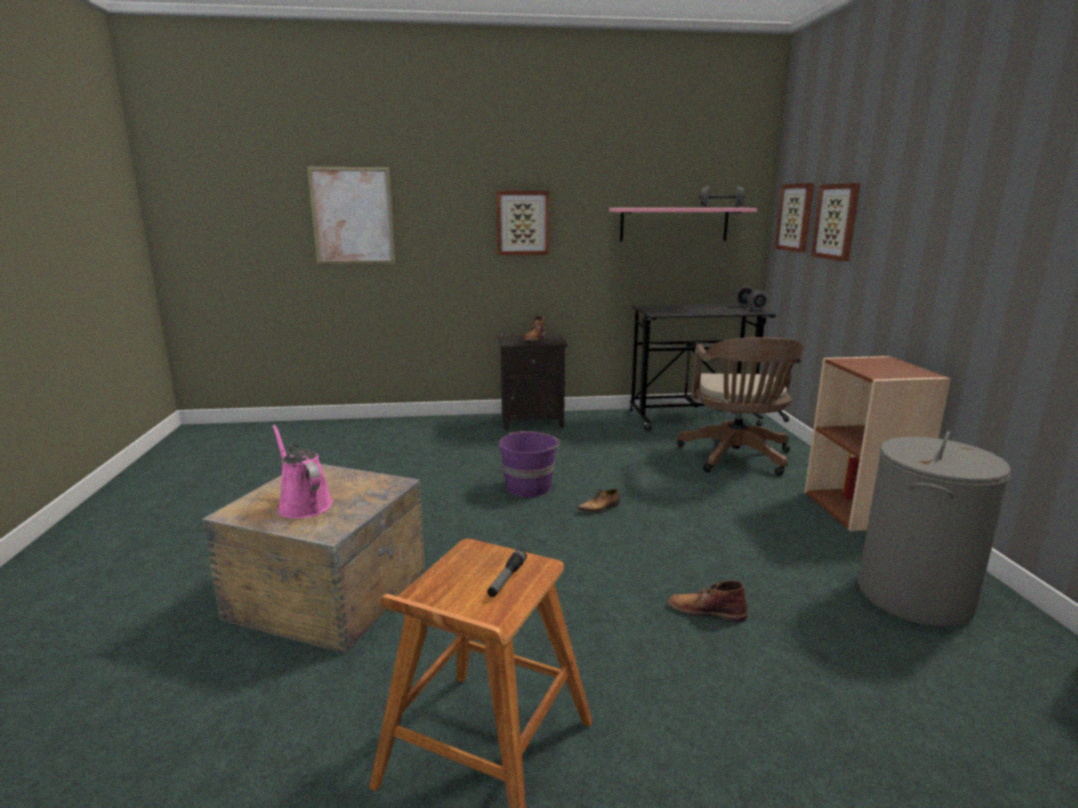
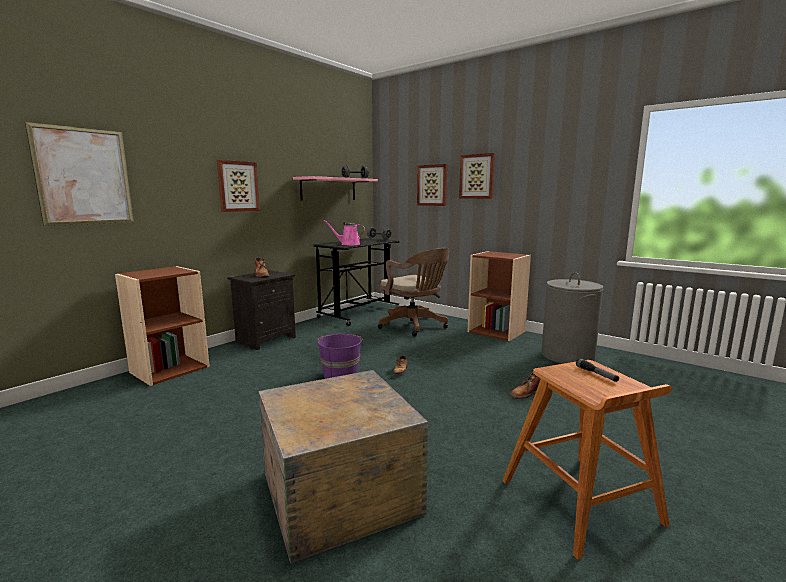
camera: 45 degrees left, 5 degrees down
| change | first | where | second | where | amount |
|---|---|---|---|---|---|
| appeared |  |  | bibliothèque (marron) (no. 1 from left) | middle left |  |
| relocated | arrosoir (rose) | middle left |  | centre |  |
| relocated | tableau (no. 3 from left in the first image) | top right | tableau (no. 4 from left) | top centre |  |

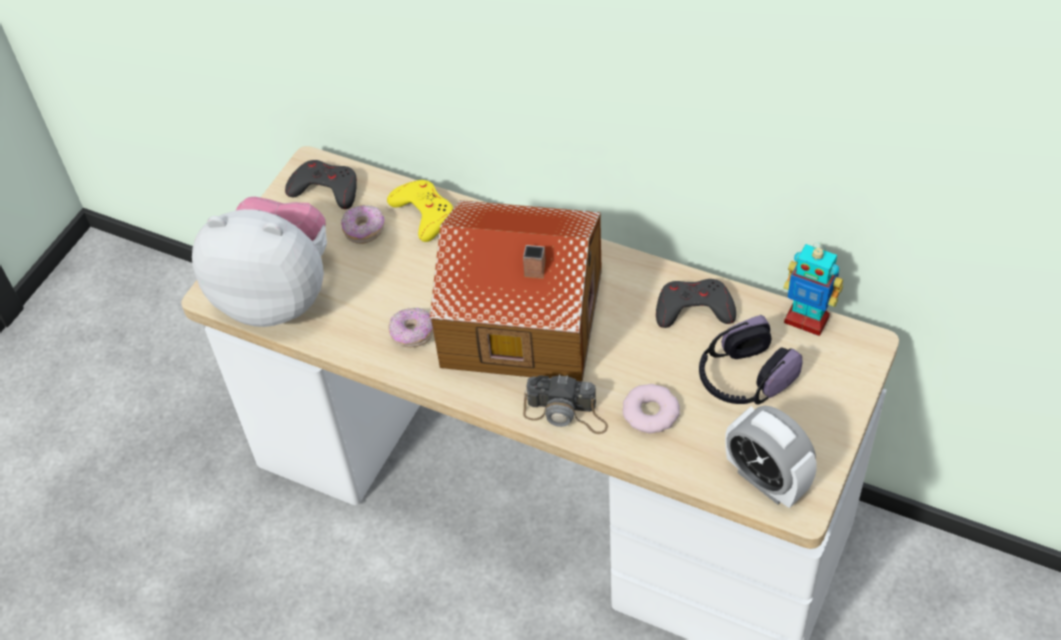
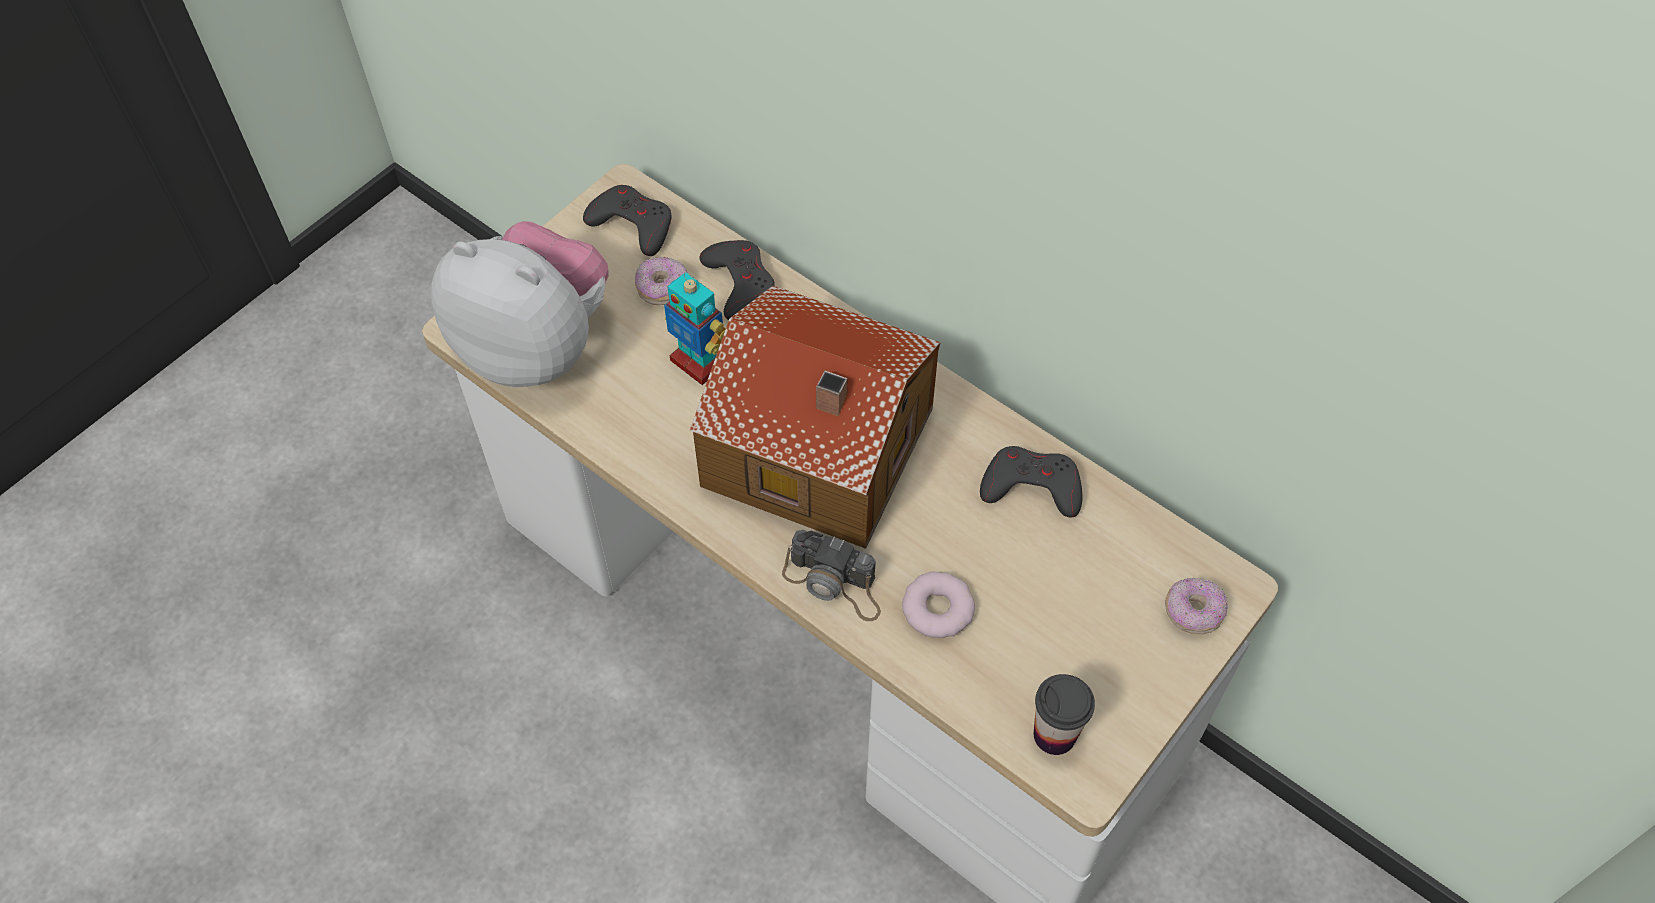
camera: 10 degrees right, 5 degrees up
| change | first | where | second | where | amount |
|---|---|---|---|---|---|
| relocated | robot jouet | middle right |  | centre |  |
| colour | manette (jaune) | top centre | manette (gris) (no. 2 from left) | top centre |  |
| exchanged | réveil | bottom right | tasse | bottom centre |  |
| relocated | beignet (no. 2 from left in the first image) | centre | beignet (no. 3 from left) | bottom right |  |
| missing | casque audio | middle right |  |  |  |

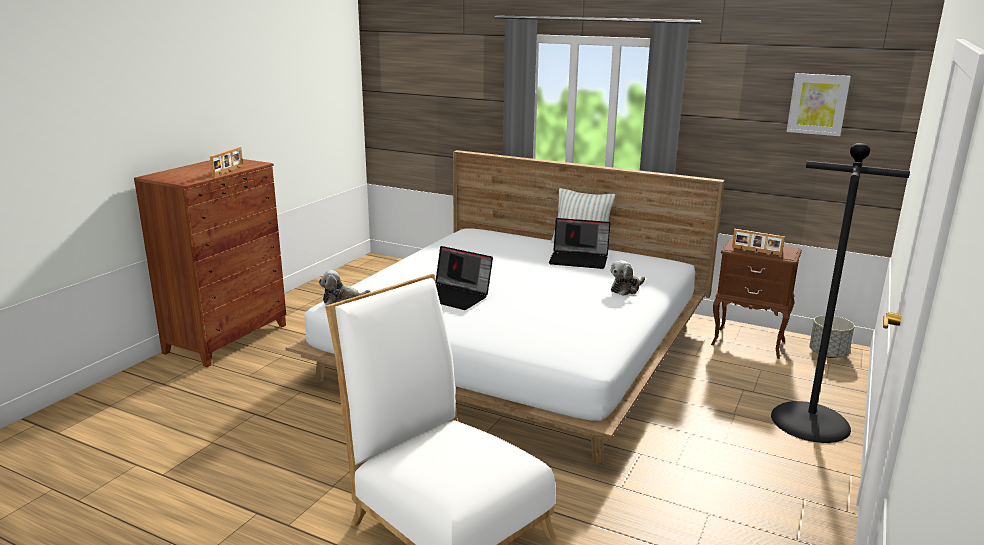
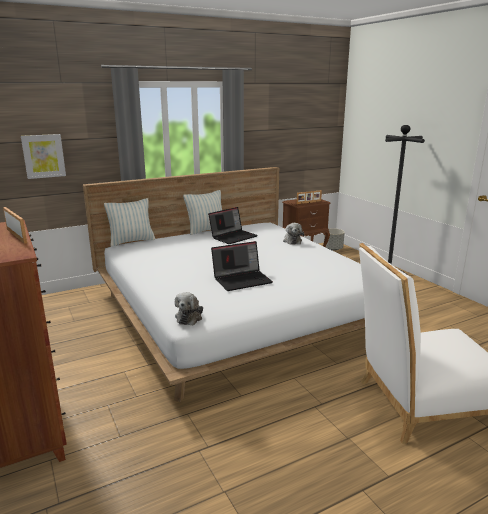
camera: 55 degrees left, 0 degrees up
| change | first | where | second | where | amount |
|---|---|---|---|---|---|
| relocated | tableau | top right |  | top left |  |
| appeared |  |  | coussin (no. 1 from left) | middle left |  |

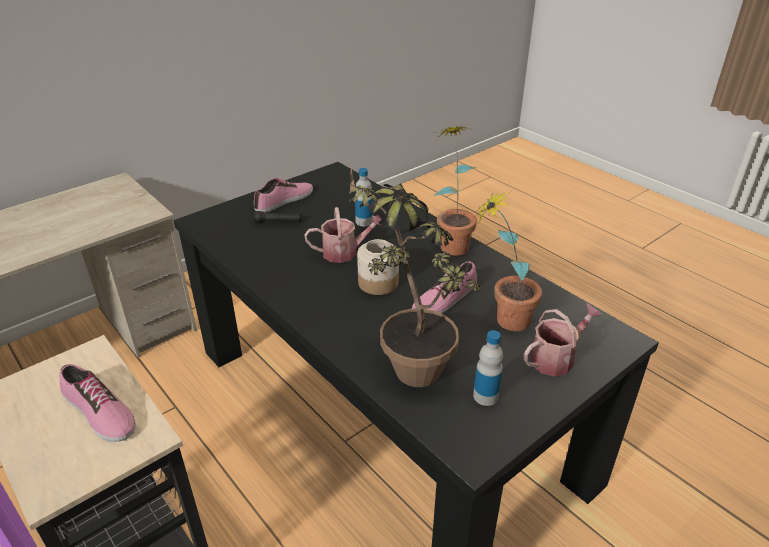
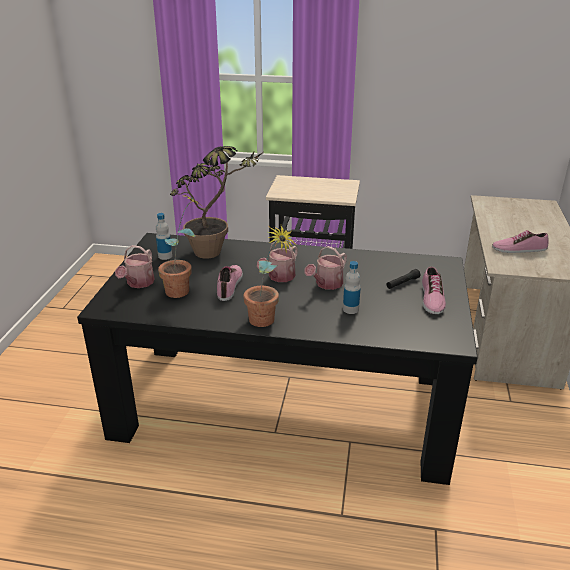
camera: 140 degrees right, 5 degrees down
| change | first | where | second | where | amount |
|---|---|---|---|---|---|
| exchanged | bocal | centre | arrosoir (no. 2 from left) | centre |  |
| relocated | chaussure (no. 1 from left in the first image) | bottom left | chaussure (no. 3 from left) | middle right |  |

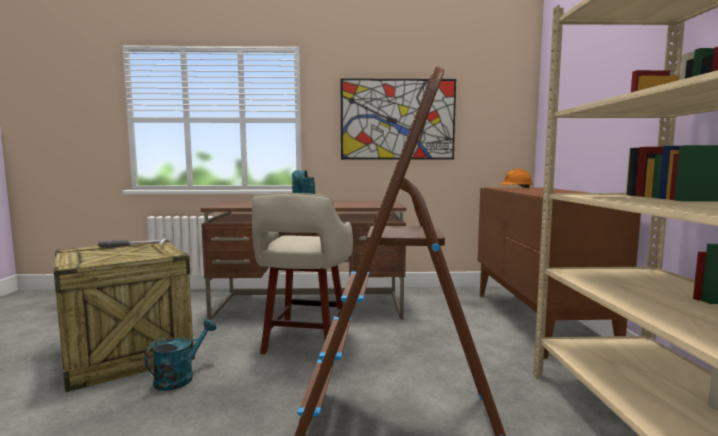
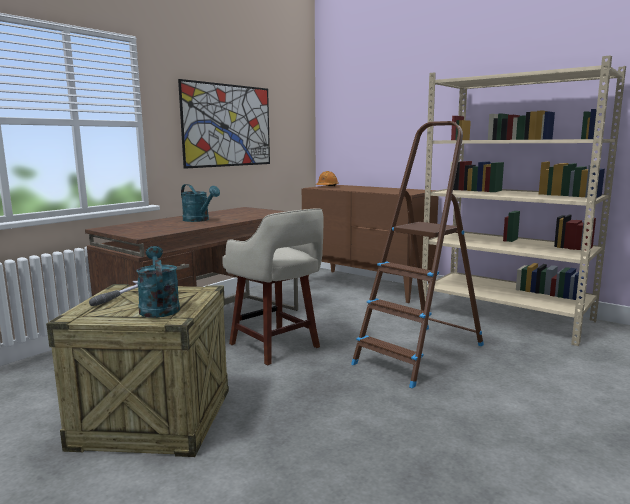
camera: 50 degrees left, 5 degrees up
| change | first | where | second | where | amount |
|---|---|---|---|---|---|
| relocated | arrosoir (turquoise) (no. 1 from left) | bottom left |  | middle left |  |

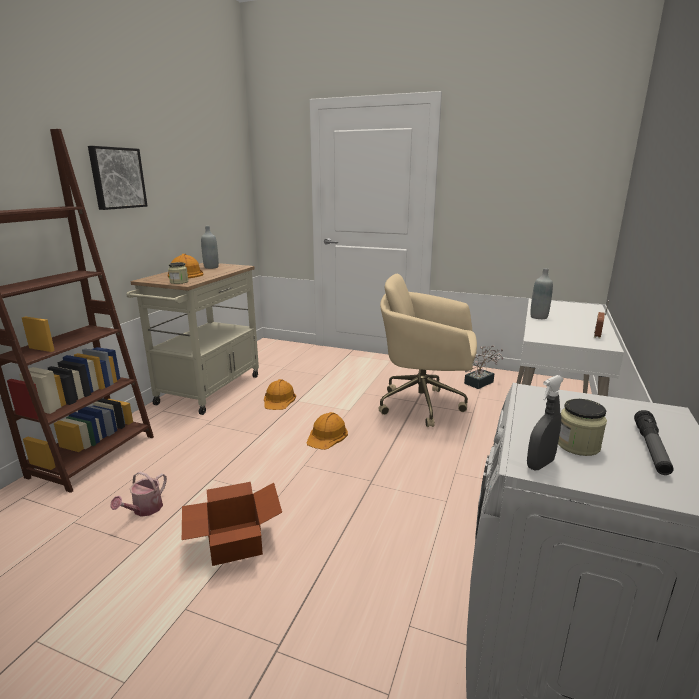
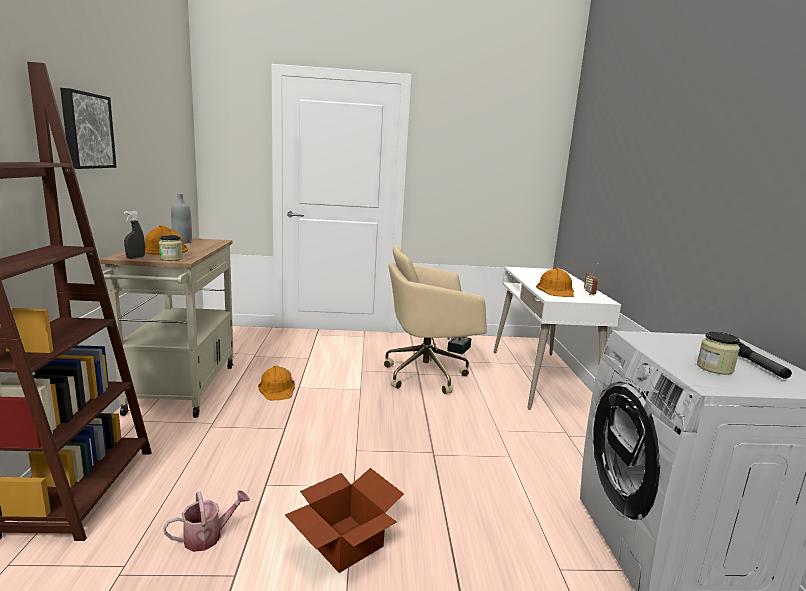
camera: 25 degrees left, 5 degrees down
| change | first | where | second | where | amount |
|---|---|---|---|---|---|
| relocated | vaporisateur (gris) | middle right |  | middle left |  |
| spun | arrosoir | bottom left |  | bottom left | 120 degrees counterclockwise |
| relocated | casque de chantier (orange) (no. 3 from left) | centre |  | middle right |  |
| missing | bouteille (gris) (no. 2 from left) | middle right |  |  |  |

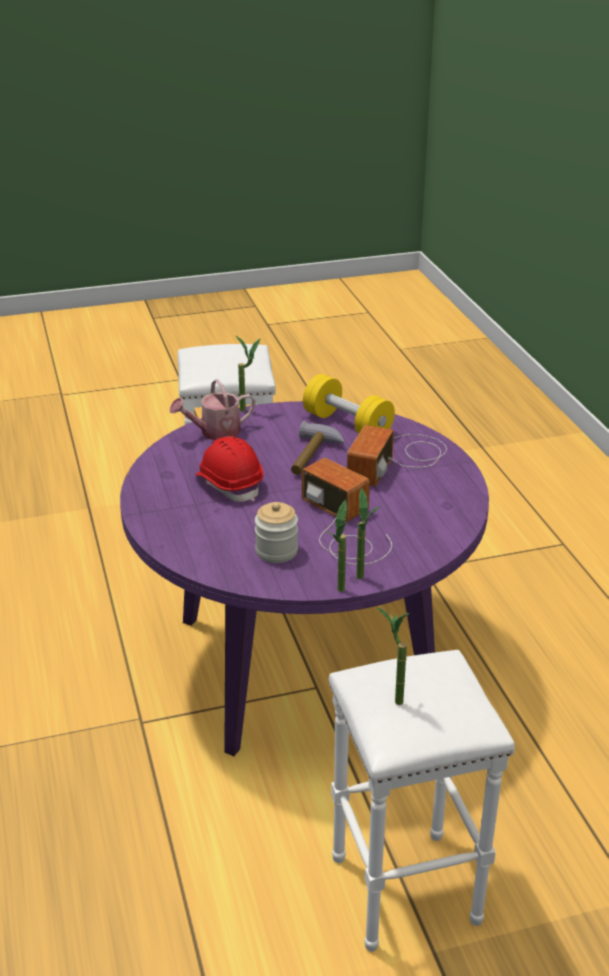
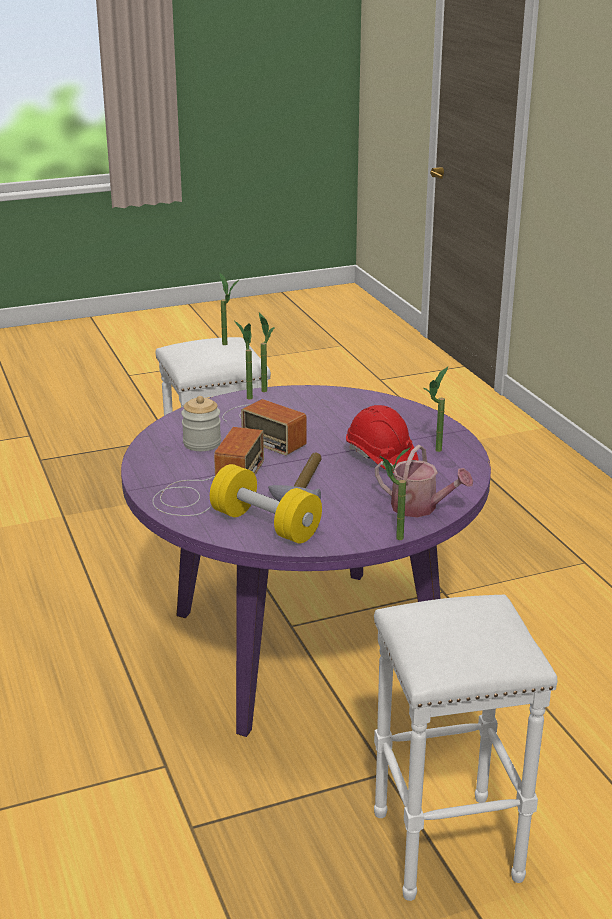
camera: 175 degrees right, 5 degrees down
| change | first | where | second | where | amount |
|---|---|---|---|---|---|
| relocated | bocal | centre |  | middle left |  |
| spun | arrosoir | centre |  | middle right | 60 degrees clockwise |
| appeared |  |  | plante en pot (no. 5 from left) | middle right |  |

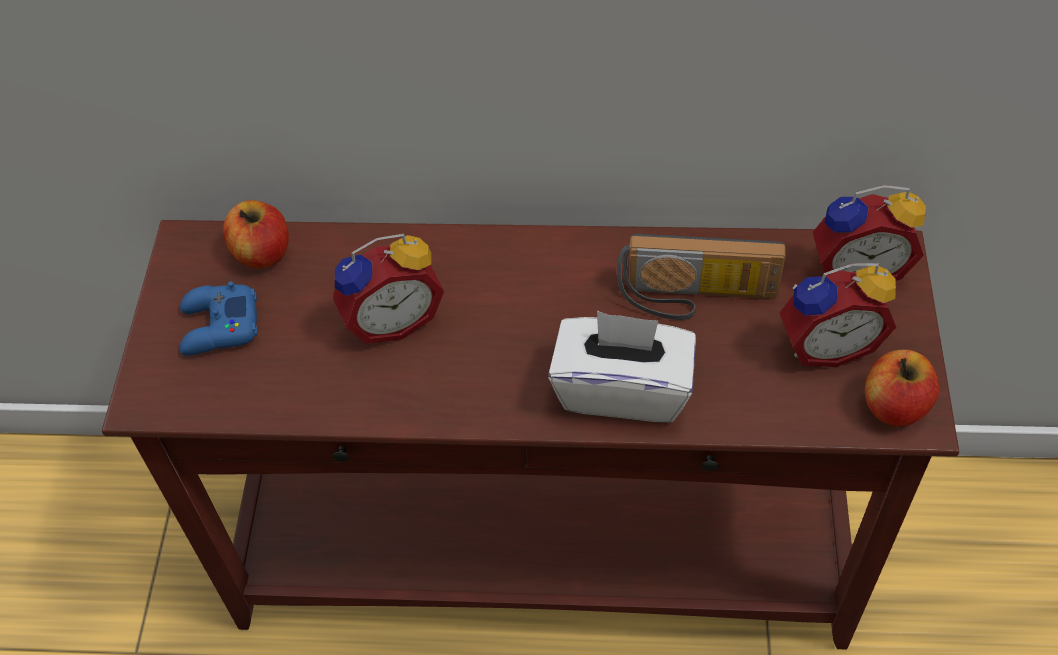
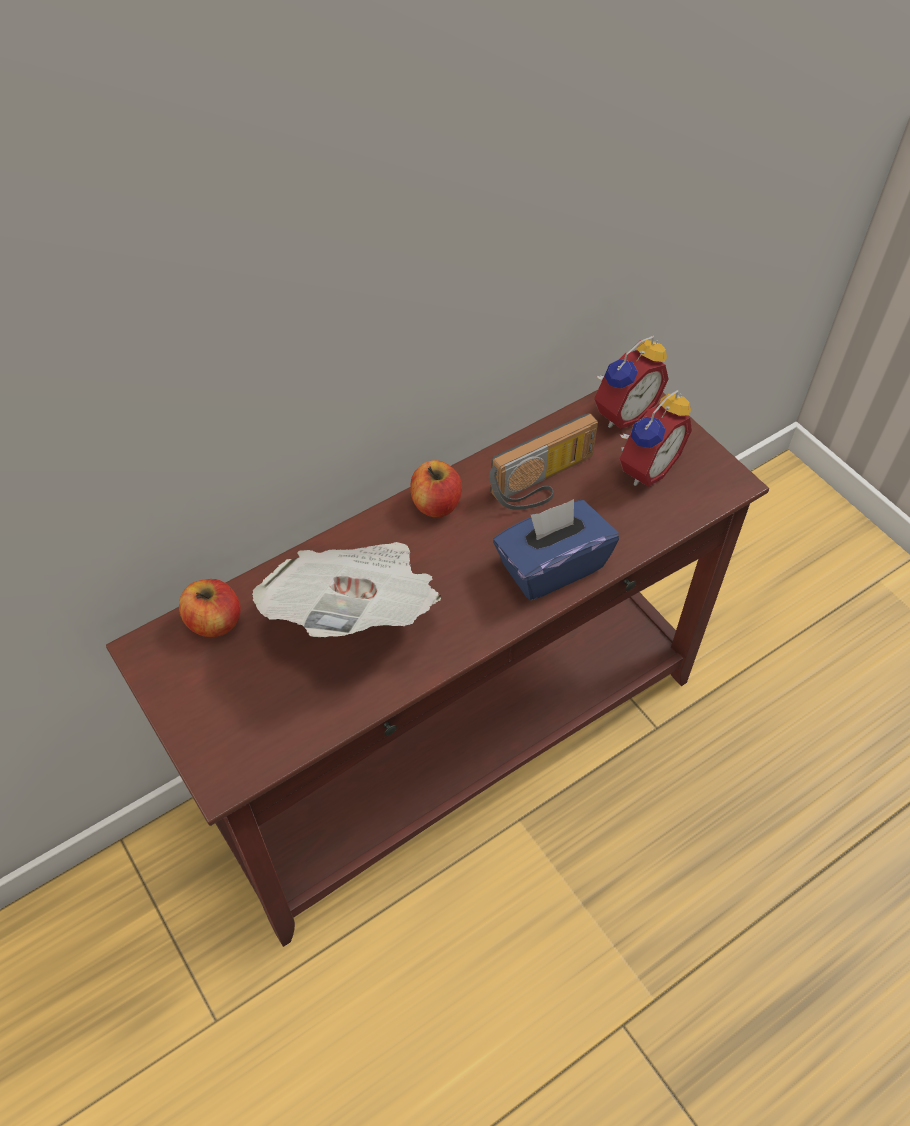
camera: 40 degrees left, 0 degrees up
| change | first | where | second | where | amount |
|---|---|---|---|---|---|
| exchanged | réveil (no. 1 from left) | centre | journal | centre |  |
| relocated | pomme (no. 2 from left) | middle right |  | centre |  |
| colour | boîte à mouchoirs (blanc) | centre | boîte à mouchoirs (bleu) | centre |  |
| missing | manette (bleu) | middle left |  |  |  |

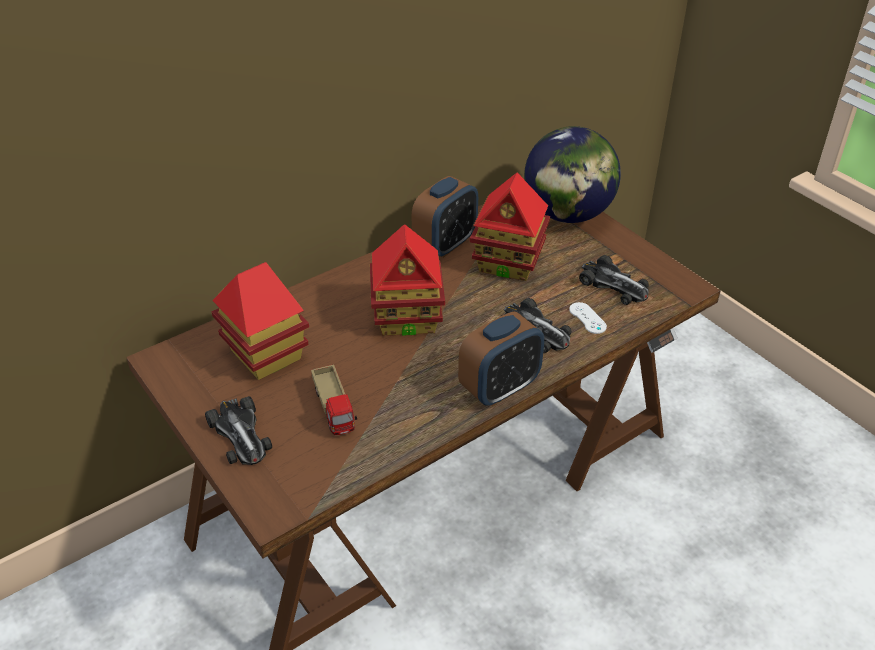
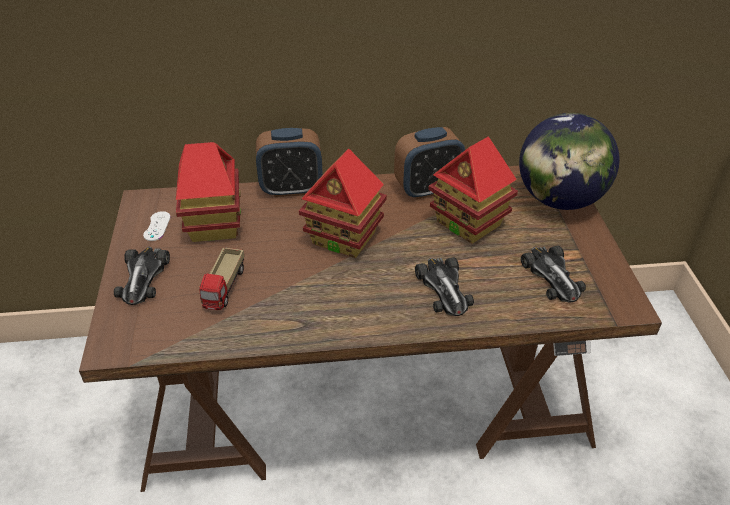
camera: 30 degrees right, 0 degrees up
| change | first | where | second | where | amount |
|---|---|---|---|---|---|
| relocated | manette (blanc) | middle right |  | middle left |  |
| relocated | réveil (no. 2 from left in the first image) | centre | réveil (no. 1 from left) | top centre |  |

